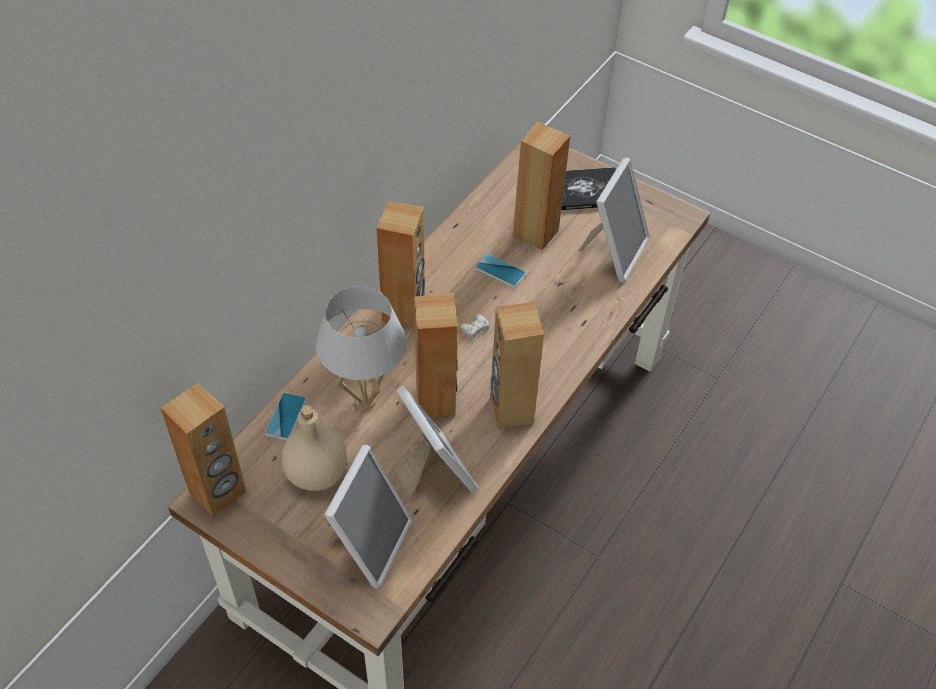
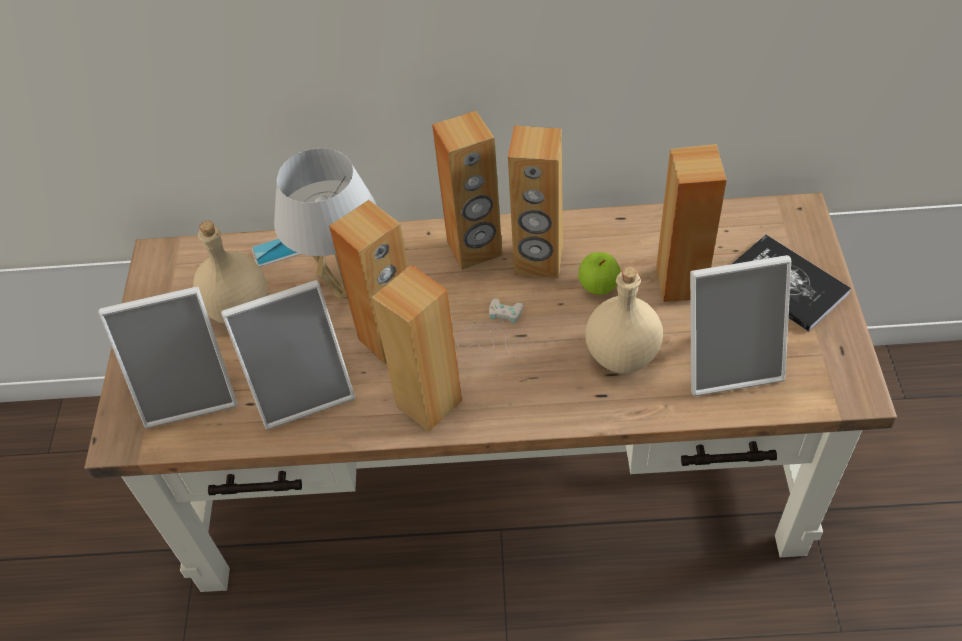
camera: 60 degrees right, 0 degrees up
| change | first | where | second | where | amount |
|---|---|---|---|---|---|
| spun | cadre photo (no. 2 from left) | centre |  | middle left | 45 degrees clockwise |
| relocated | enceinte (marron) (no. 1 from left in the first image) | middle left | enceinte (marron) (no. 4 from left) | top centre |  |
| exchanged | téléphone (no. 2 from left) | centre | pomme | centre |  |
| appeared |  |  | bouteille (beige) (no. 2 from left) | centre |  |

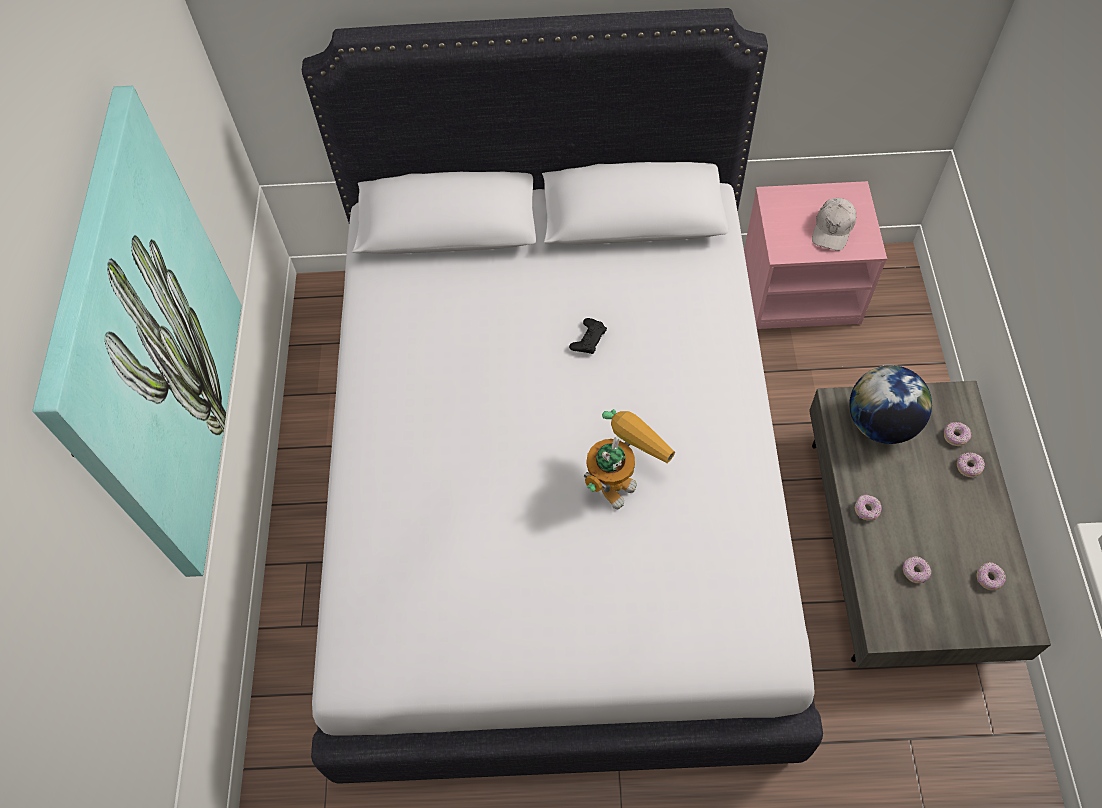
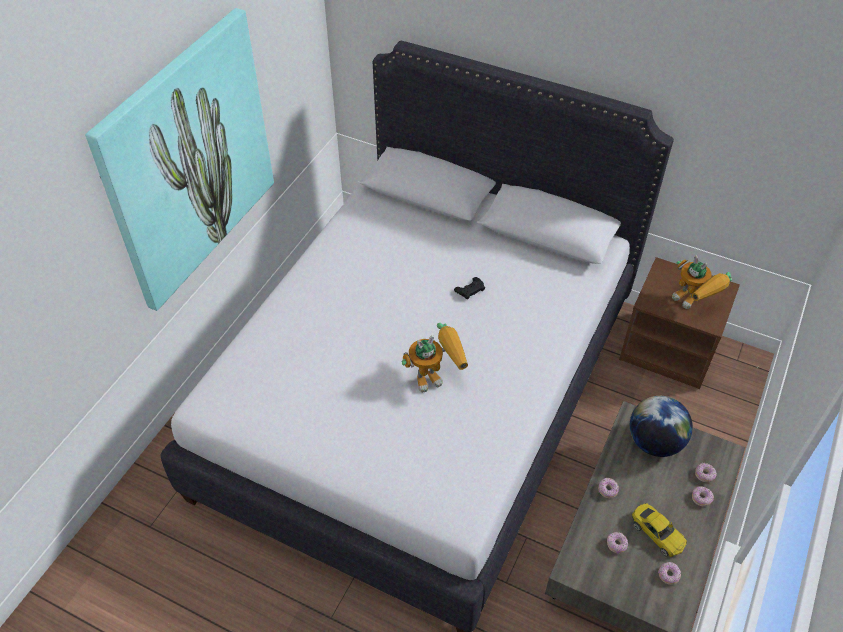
camera: 25 degrees right, 10 degrees down
| change | first | where | second | where | amount |
|---|---|---|---|---|---|
| colour | table de chevet (rose) | top right | table de chevet (marron) | middle right |  |
| appeared |  |  | petite voiture (jaune) | bottom right |  |
| exchanged | casquette (blanc) | top right | robot jouet (no. 2 from left) | middle right |  |

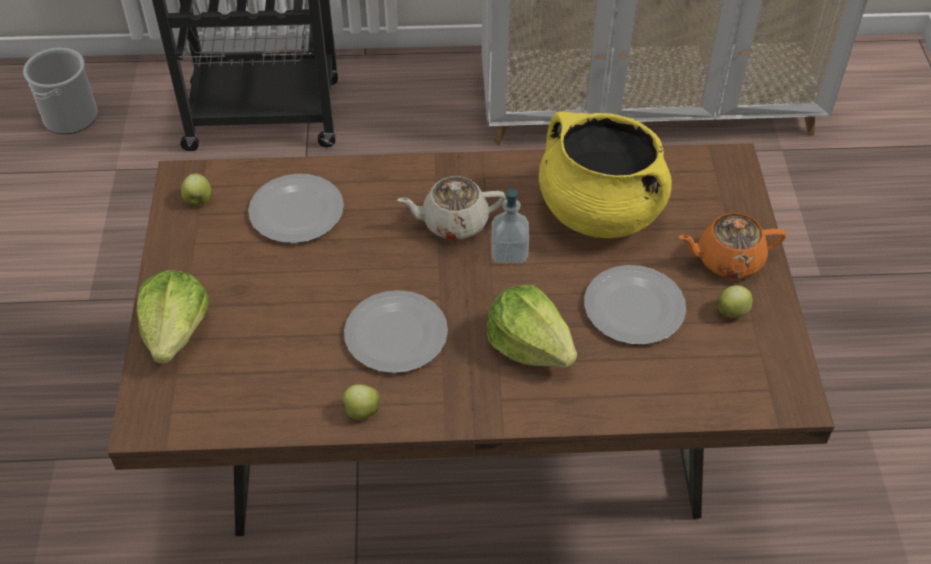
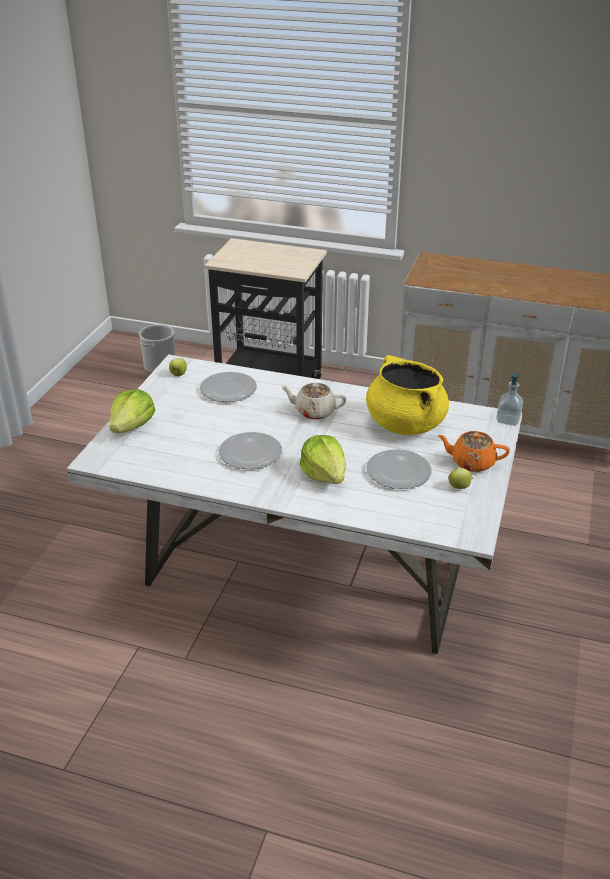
camera: 20 degrees right, 15 degrees down
| change | first | where | second | where | amount |
|---|---|---|---|---|---|
| colour | table à manger (marron) | centre | table à manger (blanc) | centre |  |
| relocated | distributeur de savon | centre |  | middle right |  |
| missing | pomme (no. 2 from left) | bottom centre |  |  |  |

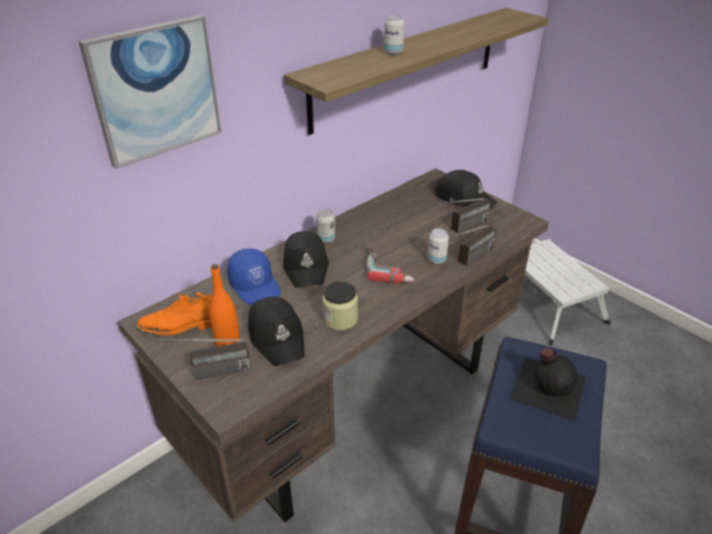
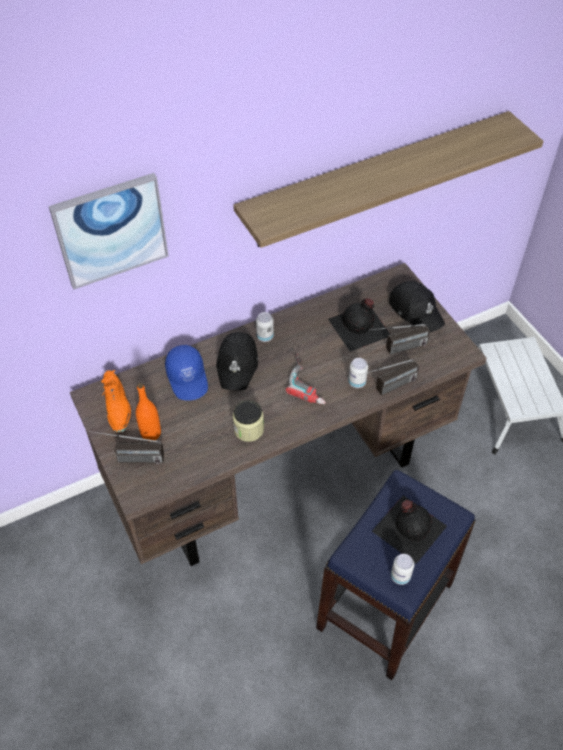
camera: 15 degrees right, 15 degrees up
| change | first | where | second | where | amount |
|---|---|---|---|---|---|
| spun | chaussure (orange) | middle left |  | middle left | 105 degrees counterclockwise |
| appeared |  |  | bouteille (noir) (no. 1 from left) | centre |  |
| relocated | boîte métallique (no. 2 from left in the first image) | top centre | boîte métallique (no. 3 from left) | bottom right |  |
| missing | casquette (noir) (no. 1 from left) | centre |  |  |  |

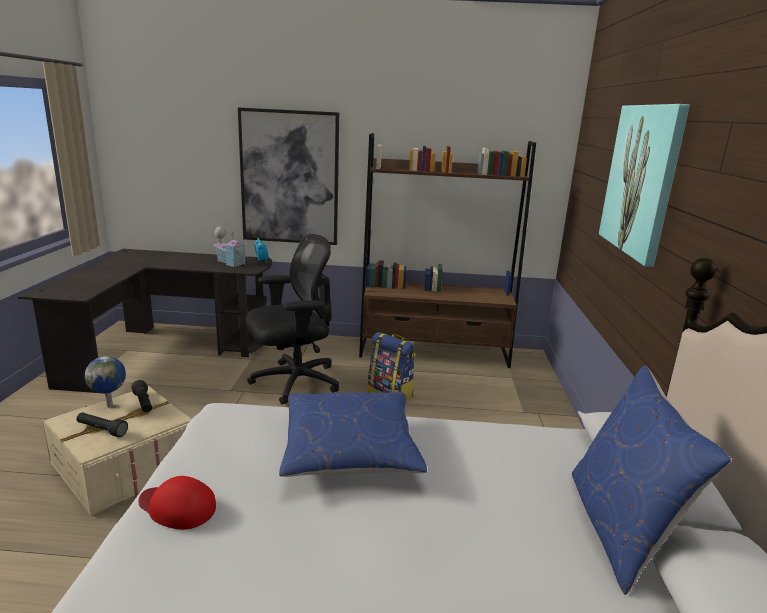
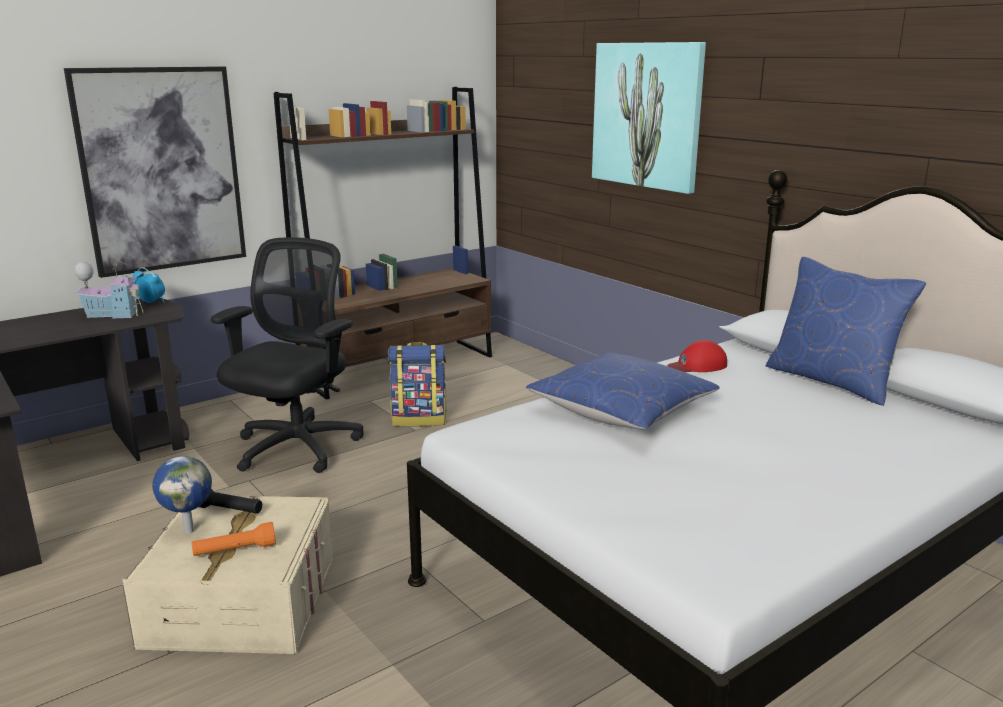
camera: 40 degrees left, 0 degrees up
| change | first | where | second | where | amount |
|---|---|---|---|---|---|
| colour | lampe de poche (noir) (no. 1 from left) | bottom left | lampe de poche (orange) | bottom left |  |
| relocated | casquette (rouge) | bottom left |  | middle right |  |

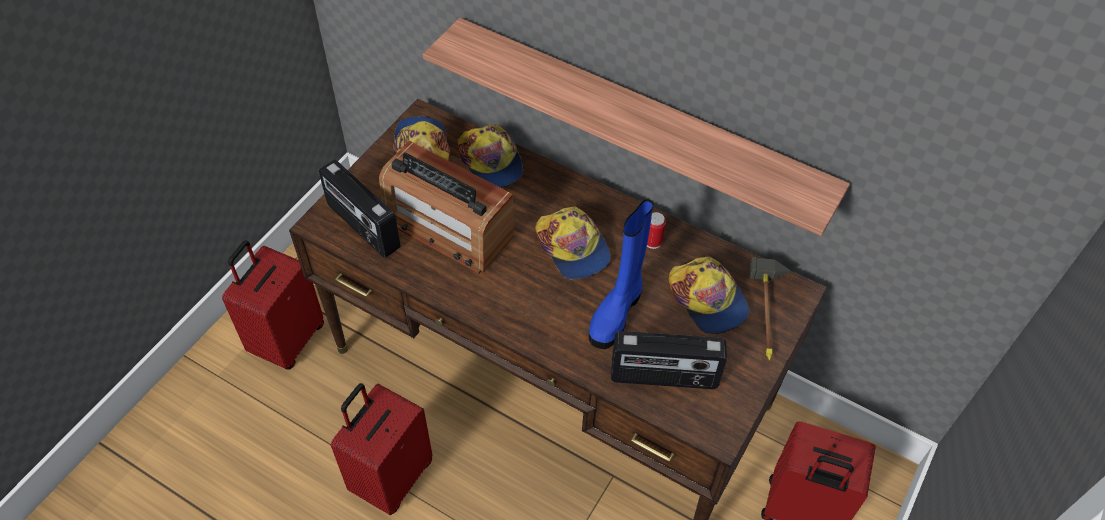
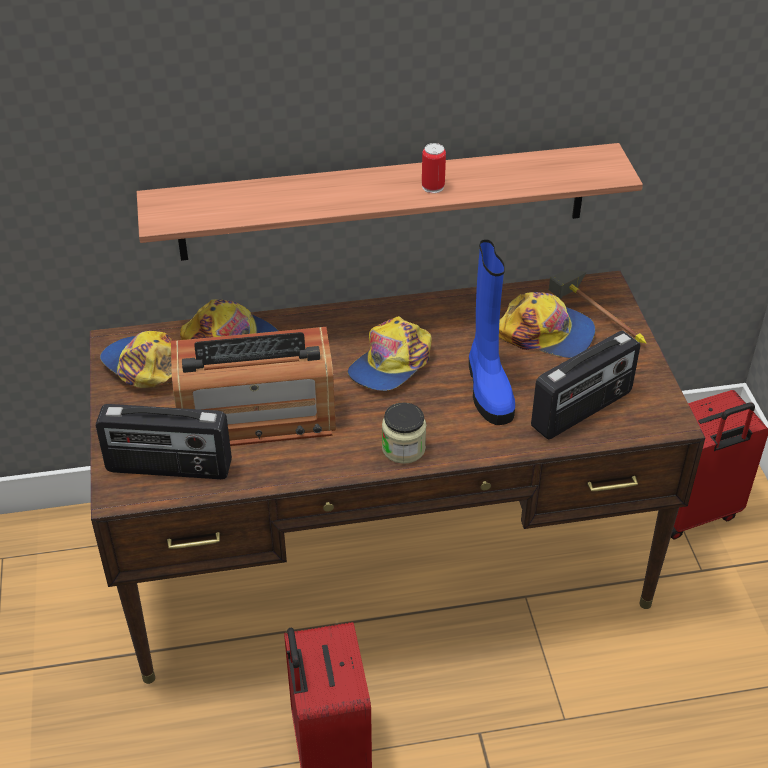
camera: 40 degrees left, 10 degrees down
| change | first | where | second | where | amount |
|---|---|---|---|---|---|
| spun | casquette (no. 3 from left) | centre |  | centre | 105 degrees clockwise |
| appeared |  |  | bocal | centre |  |
| relocated | boîte métallique | centre |  | top centre |  |
| missing | valise (rouge) (no. 1 from left) | middle left |  |  |  |

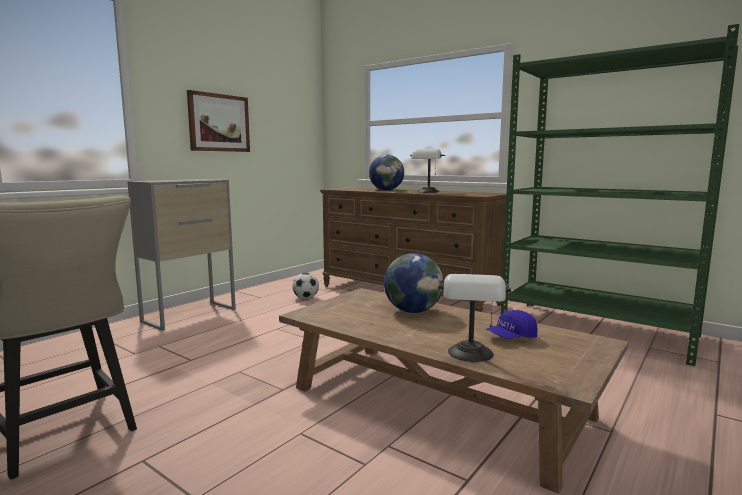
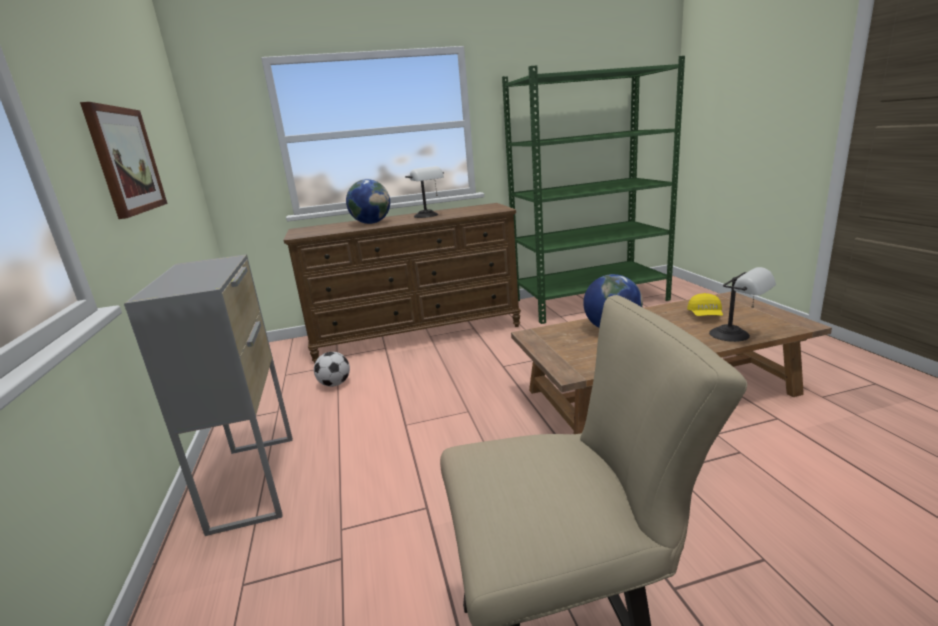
camera: 50 degrees left, 10 degrees up
| change | first | where | second | where | amount |
|---|---|---|---|---|---|
| colour | casquette (bleu) | middle right | casquette (jaune) | middle right |  |

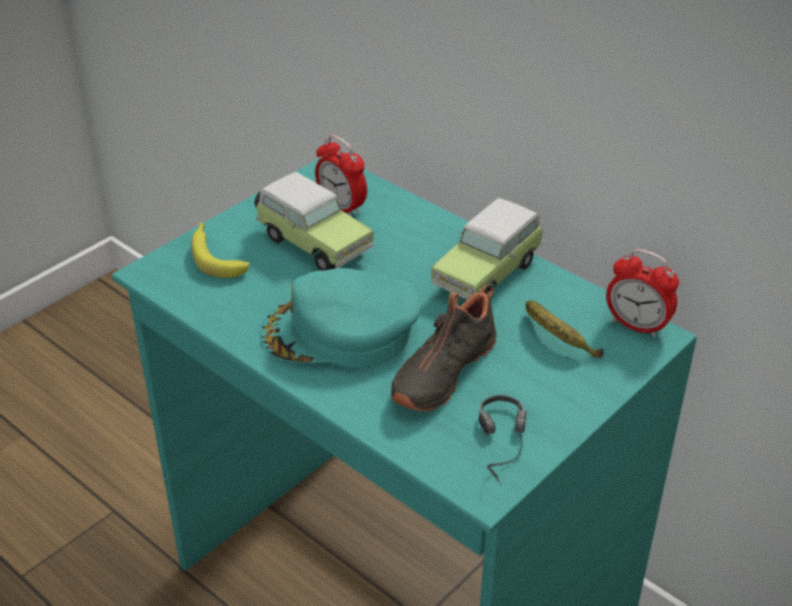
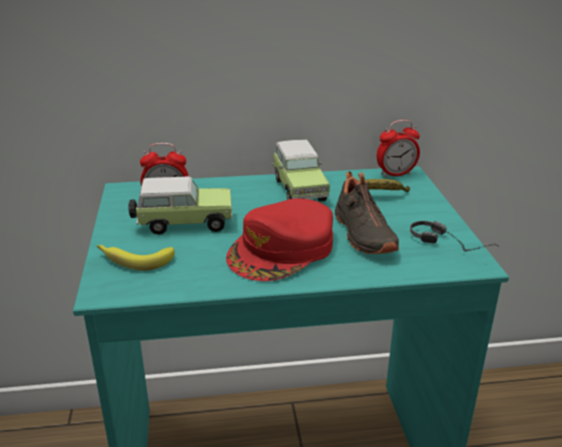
camera: 50 degrees left, 10 degrees down
| change | first | where | second | where | amount |
|---|---|---|---|---|---|
| colour | casquette (turquoise) | centre | casquette (rouge) | centre |  |

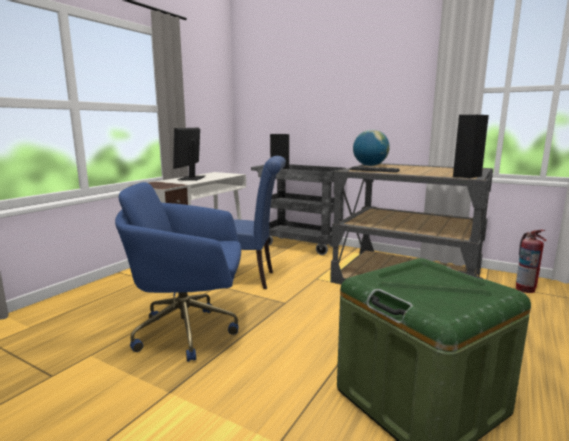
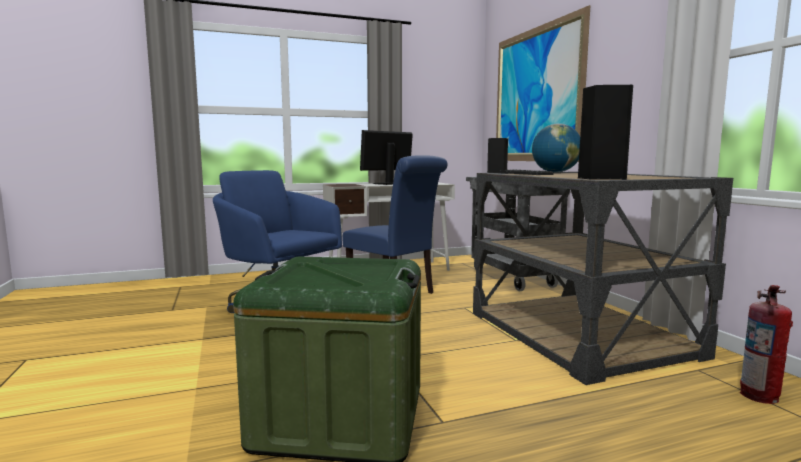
camera: 40 degrees right, 5 degrees down
| change | first | where | second | where | amount |
|---|---|---|---|---|---|
| appeared |  |  | tableau | top right |  |

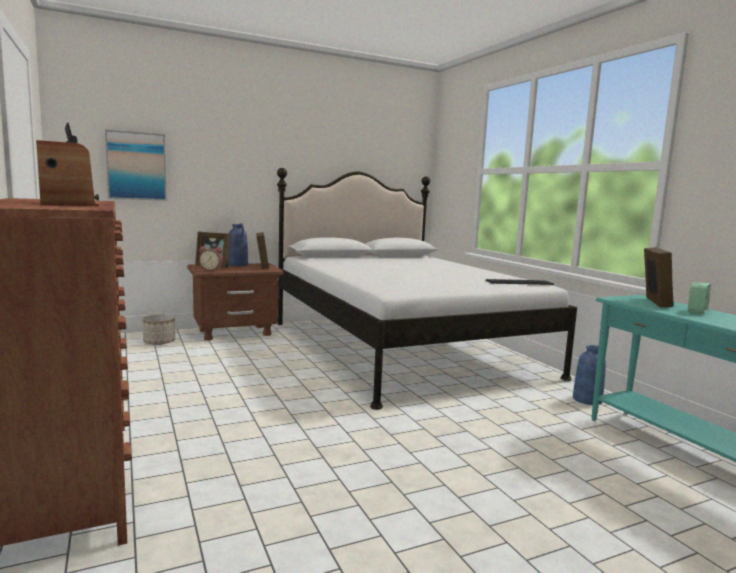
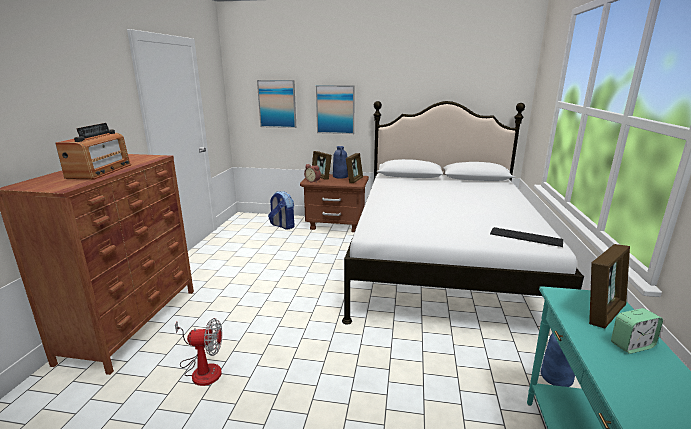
camera: 35 degrees right, 10 degrees up
| change | first | where | second | where | amount |
|---|---|---|---|---|---|
| appeared |  |  | ventilateur | bottom left |  |
| exchanged | cache-pot | middle left | sac à dos | centre |  |
| appeared |  |  | tableau (no. 2 from left) | top centre |  |

